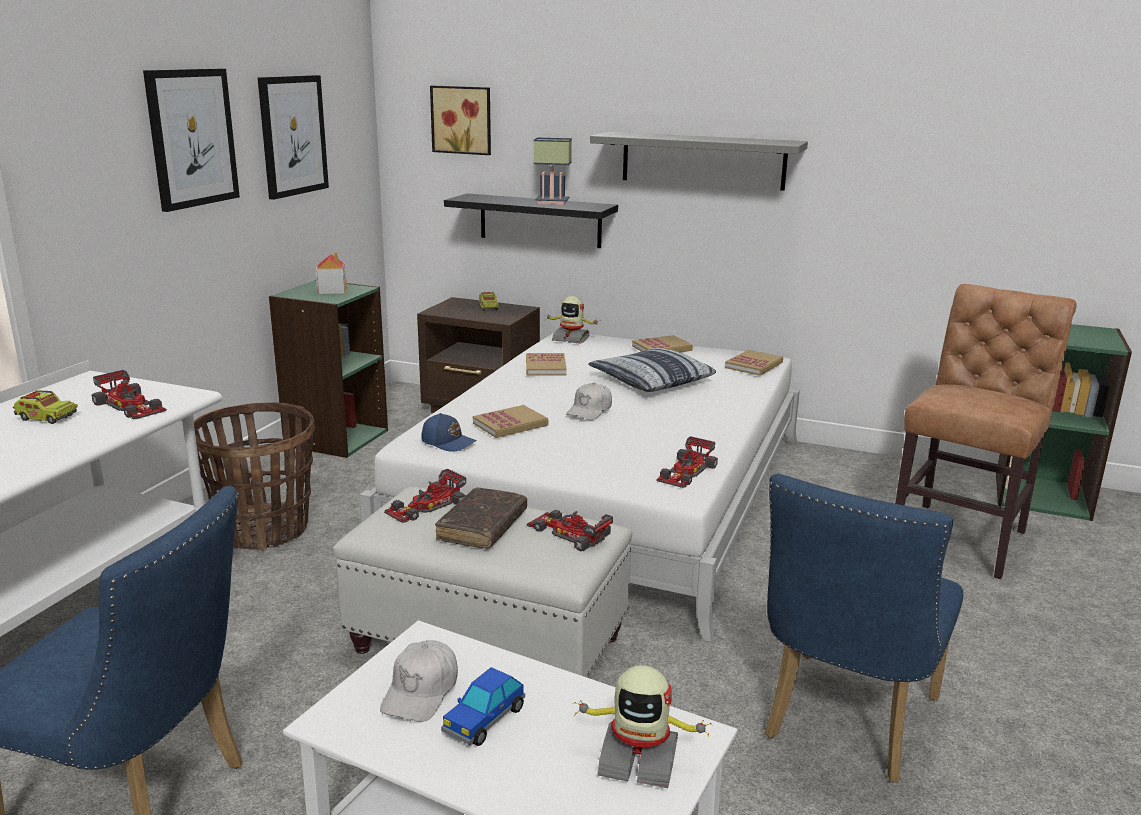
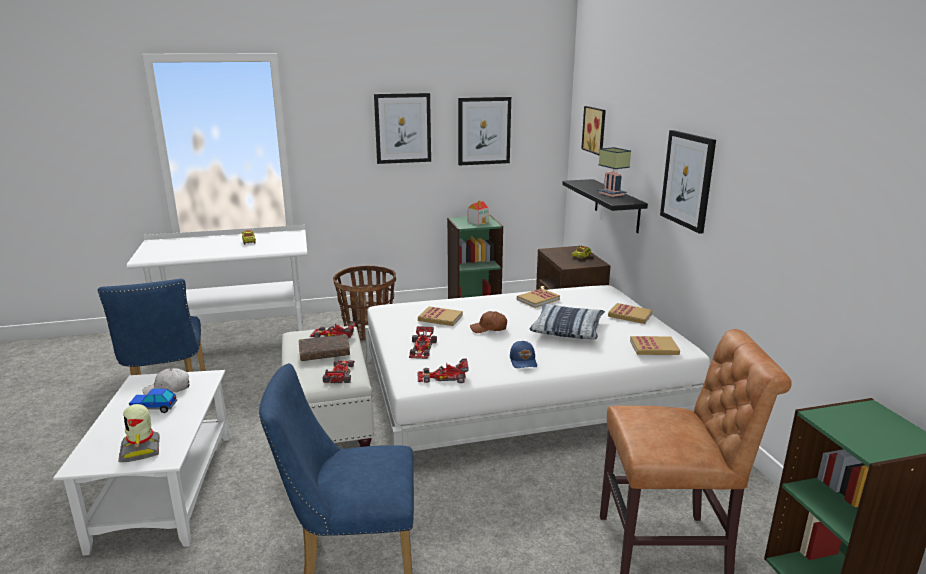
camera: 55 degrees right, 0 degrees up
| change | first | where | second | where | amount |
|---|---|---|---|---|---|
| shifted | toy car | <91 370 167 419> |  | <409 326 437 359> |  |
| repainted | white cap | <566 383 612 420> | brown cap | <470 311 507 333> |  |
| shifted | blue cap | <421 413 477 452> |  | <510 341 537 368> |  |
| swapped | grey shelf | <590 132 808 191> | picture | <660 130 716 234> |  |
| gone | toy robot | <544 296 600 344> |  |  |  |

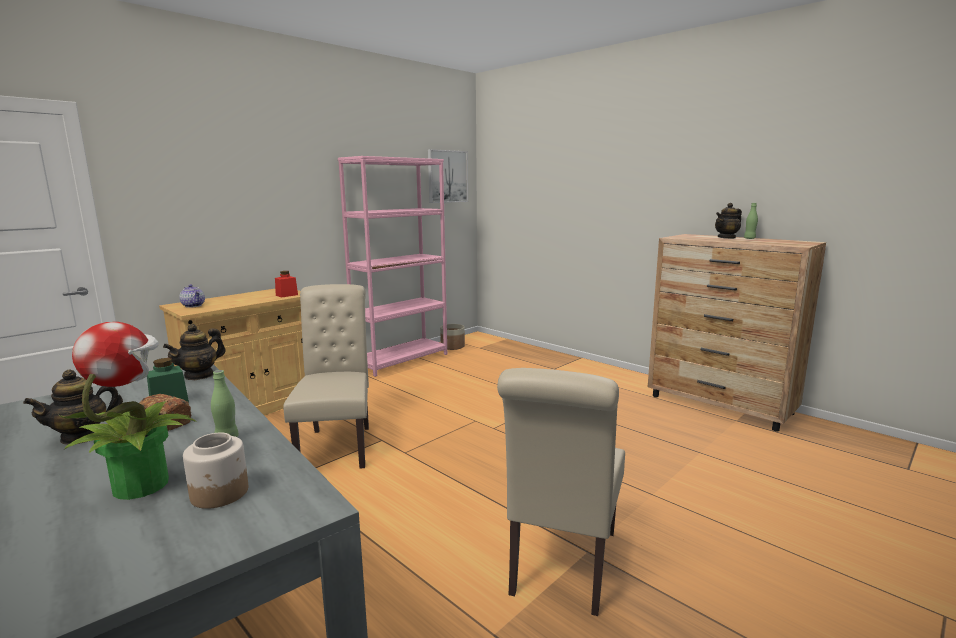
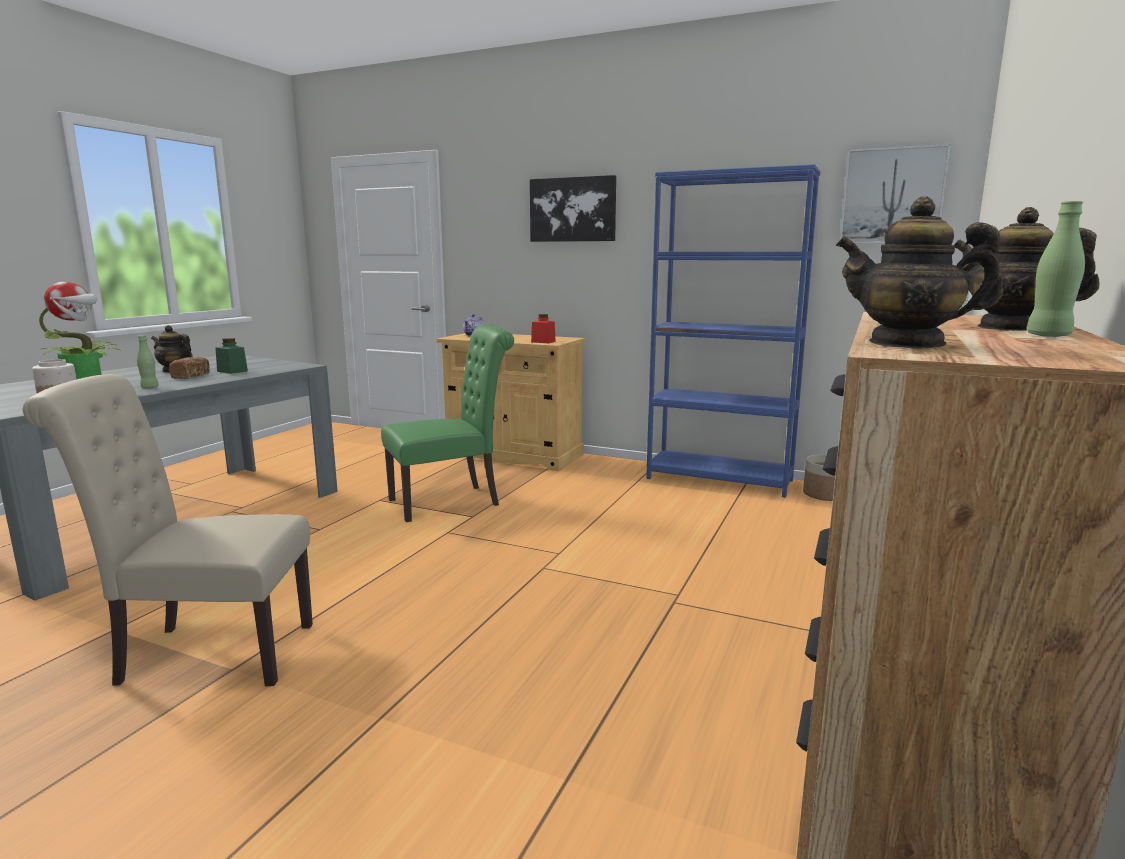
camera: 70 degrees right, 0 degrees up
| change | first | where | second | where | amount |
|---|---|---|---|---|---|
| repainted | beige chair | <283 284 369 469> | green chair | <381 325 514 522> |  |
| new |  |  | picture | <530 175 616 242> |  |
| repainted | pink bookcase | <338 156 447 377> | blue bookcase | <646 164 820 497> |  |
| shifted | teapot | <163 324 226 380> |  | <836 196 1003 348> |  |

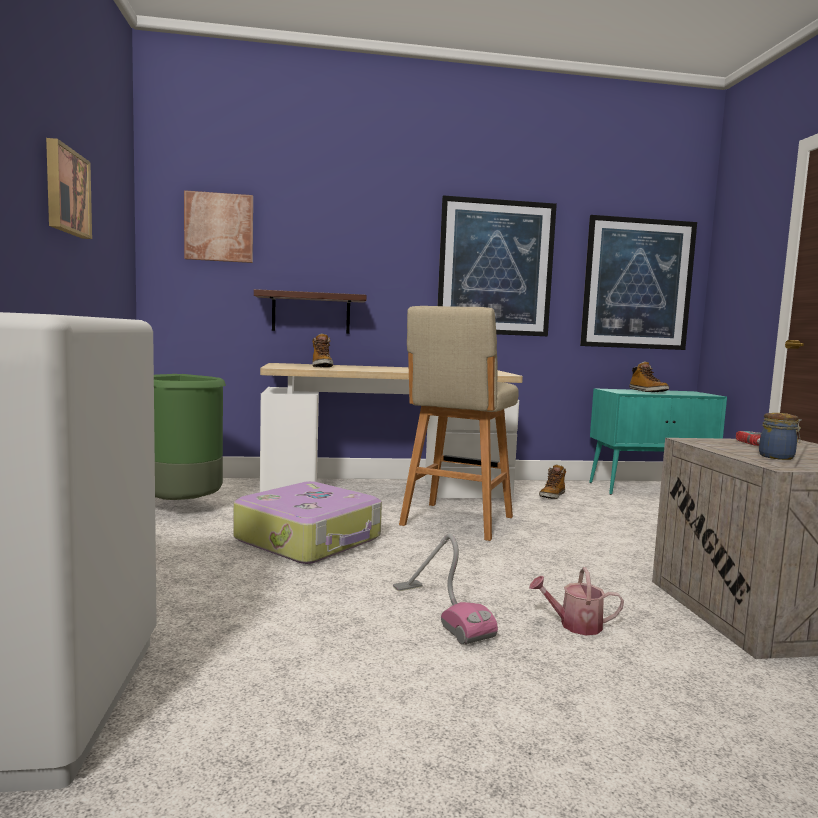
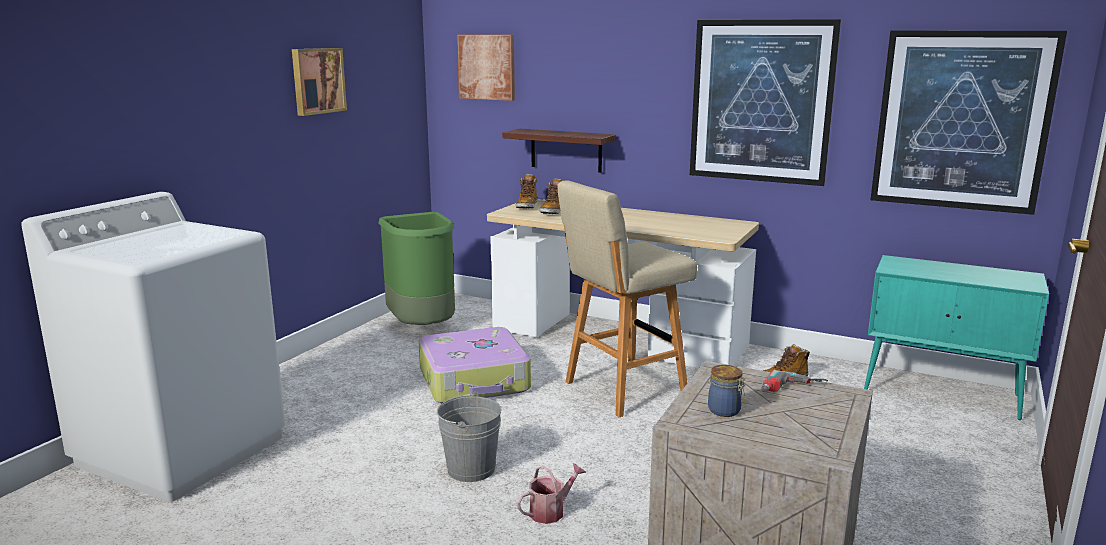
camera: 35 degrees right, 10 degrees up
| change | first | where | second | where | amount |
|---|---|---|---|---|---|
| swapped | vacuum cleaner | <393 533 498 644> | grey bucket | <437 392 501 482> |  |
| shifted | boot | <629 361 669 392> |  | <516 174 537 209> |  |
| rotated | watering can | <529 567 624 635> |  | <517 463 586 524> | 105 degrees clockwise |

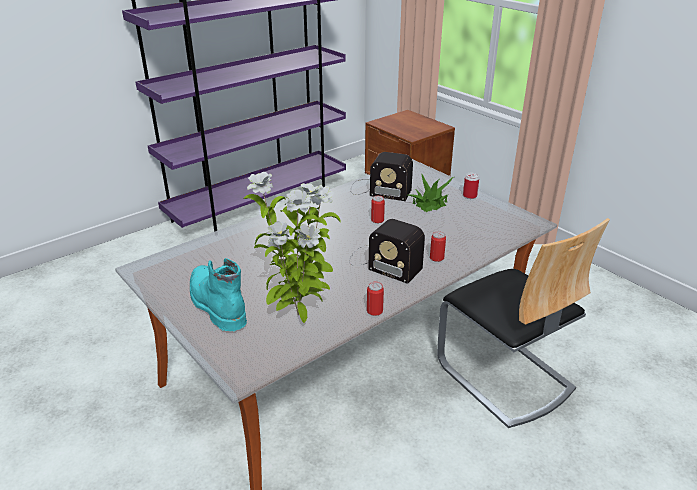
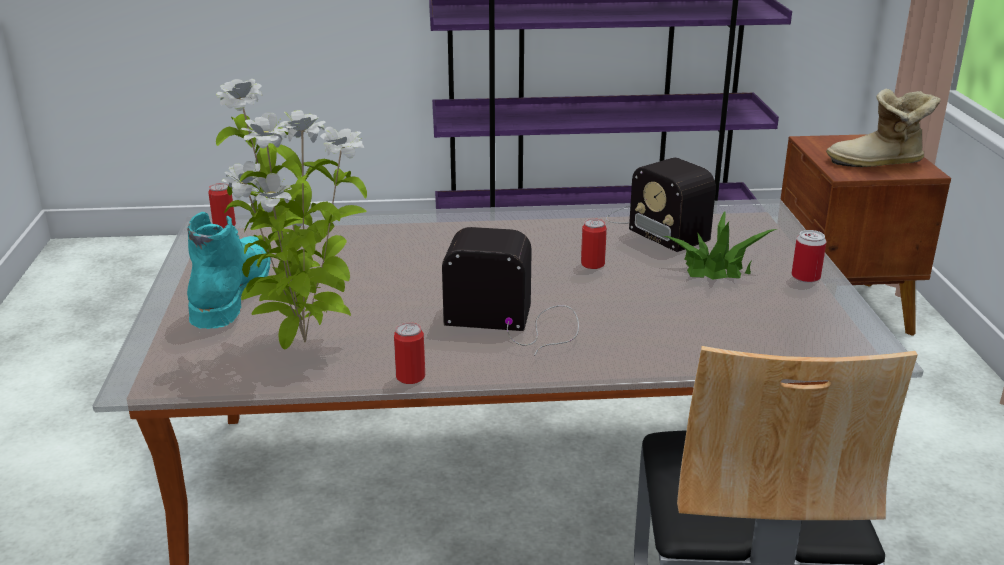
camera: 35 degrees right, 5 degrees down
| change | first | where | second | where | amount |
|---|---|---|---|---|---|
| shifted | can | <430 231 446 262> |  | <208 183 236 229> |  |
| rotated | radio | <349 219 425 284> |  | <442 227 579 356> | 120 degrees clockwise |
| new |  |  | boot | <826 89 941 167> |  |

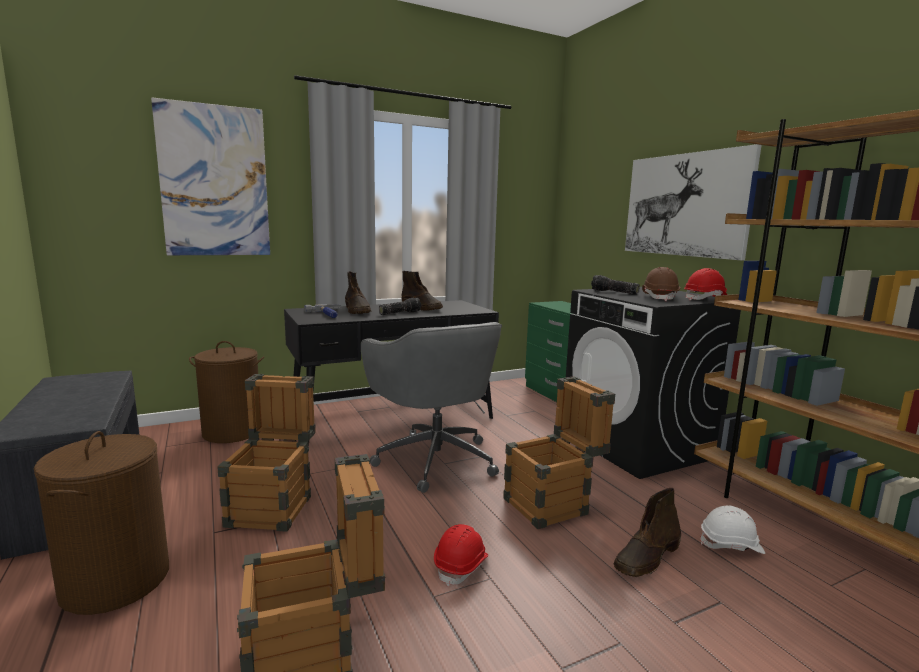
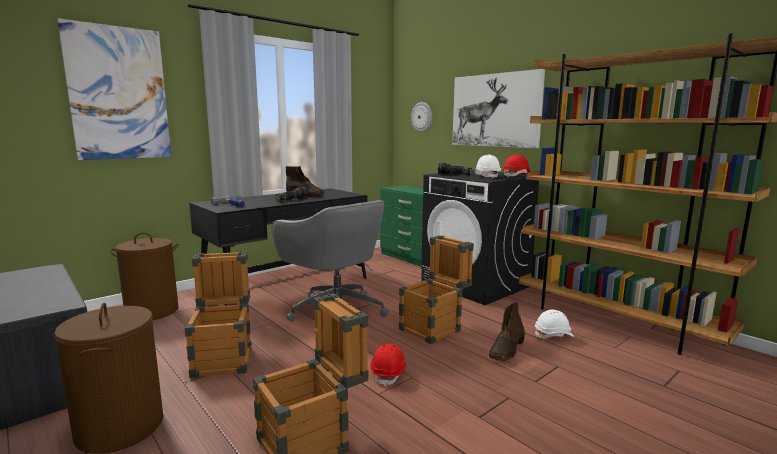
camera: 15 degrees left, 0 degrees up
| change | first | where | second | where | amount |
|---|---|---|---|---|---|
| new |  |  | wall clock | <411 102 432 132> |  |
| repainted | brown hard hat | <642 267 680 301> | white hard hat | <475 155 501 178> |  |
| gone | brown boot | <345 271 372 314> |  |  |  |

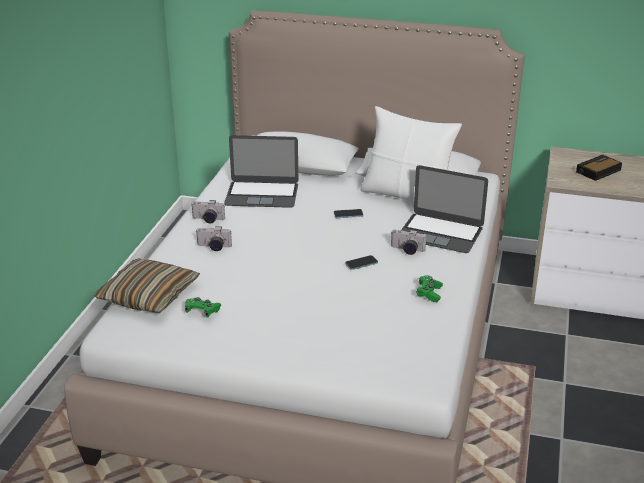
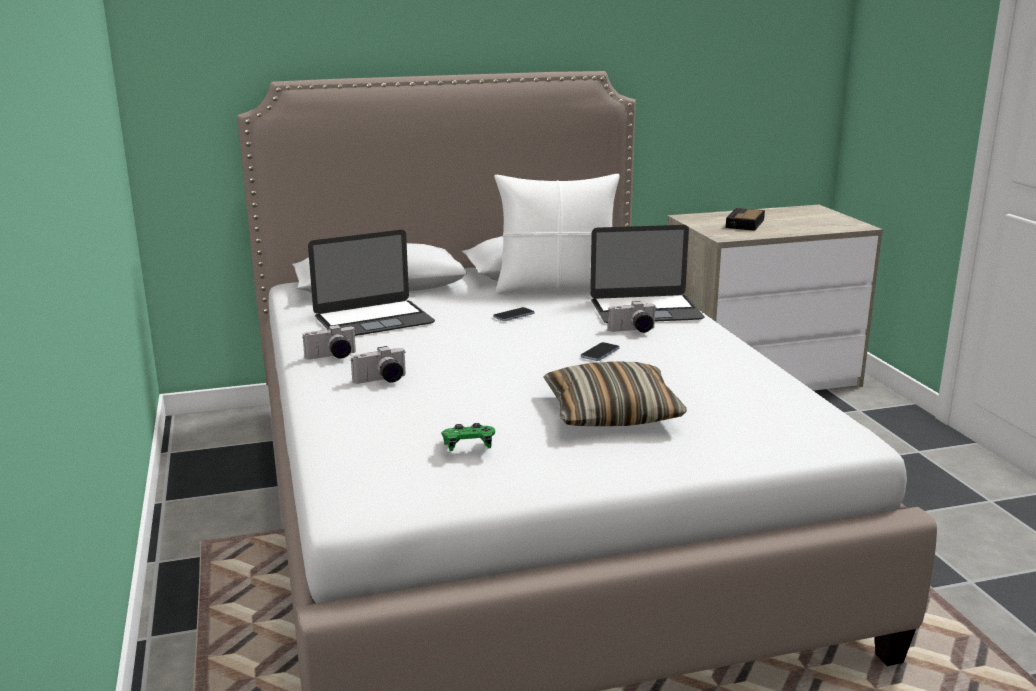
camera: 30 degrees left, 10 degrees down
| change | first | where | second | where | amount |
|---|---|---|---|---|---|
| shifted | pillow | <94 258 200 313> |  | <543 361 687 426> |  |
| gone | green game controller | <416 275 443 302> |  |  |  |

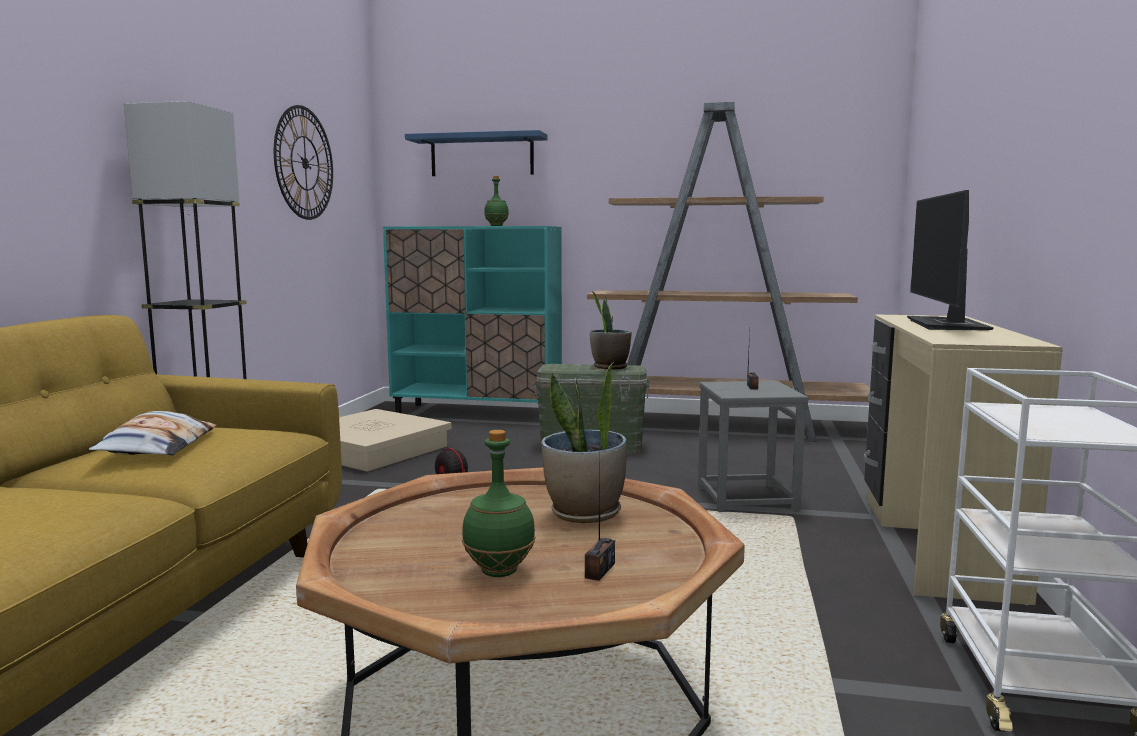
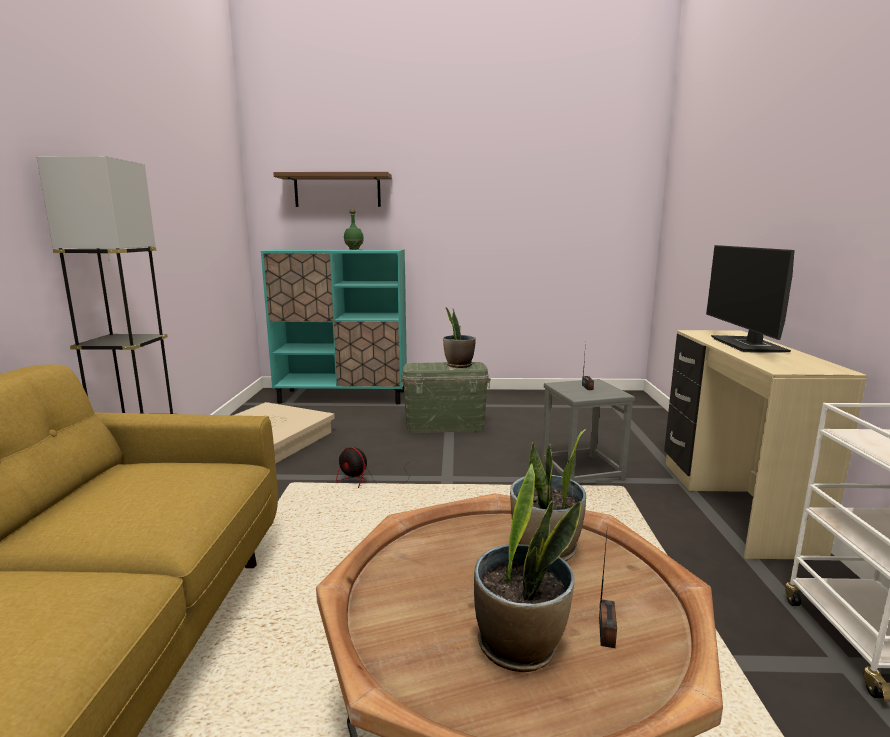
camera: 10 degrees left, 5 degrees up
| change | first | where | second | where | amount |
|---|---|---|---|---|---|
| repainted | blue shelf | <405 130 548 176> | brown shelf | <273 172 391 207> |  |
| swapped | green bottle | <462 430 536 577> | potted plant | <474 463 581 672> |  |
| gone | pillow | <89 411 217 456> |  |  |  |
| gone | wall clock | <274 105 333 220> |  |  |  |
| gone | brown bookcase | <587 102 870 442> |  |  |  |

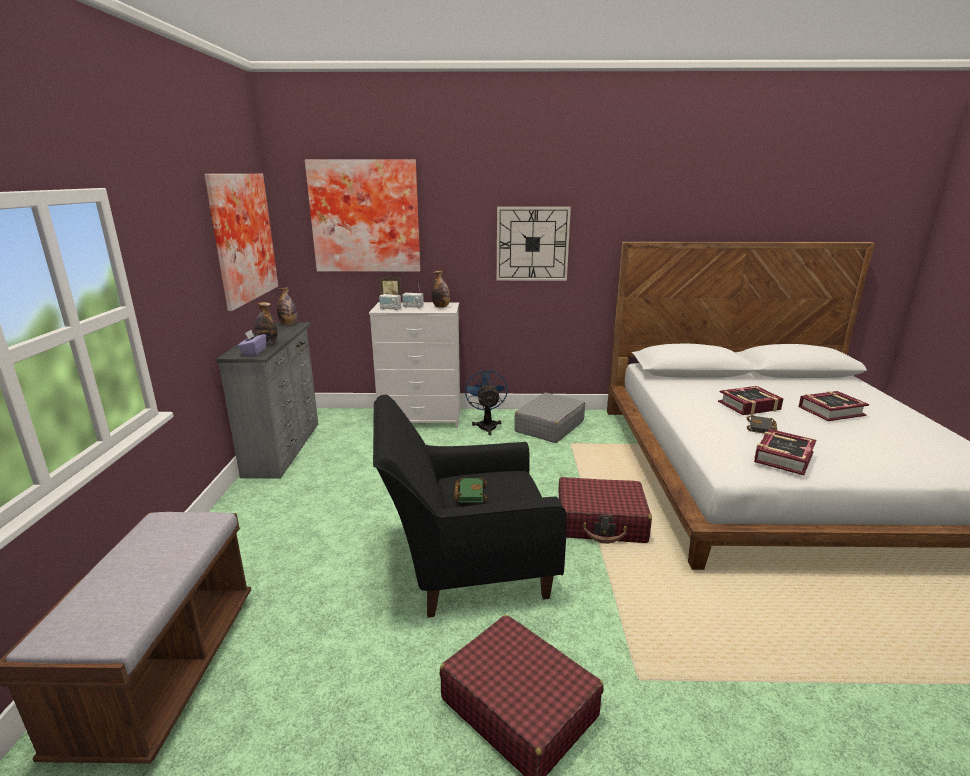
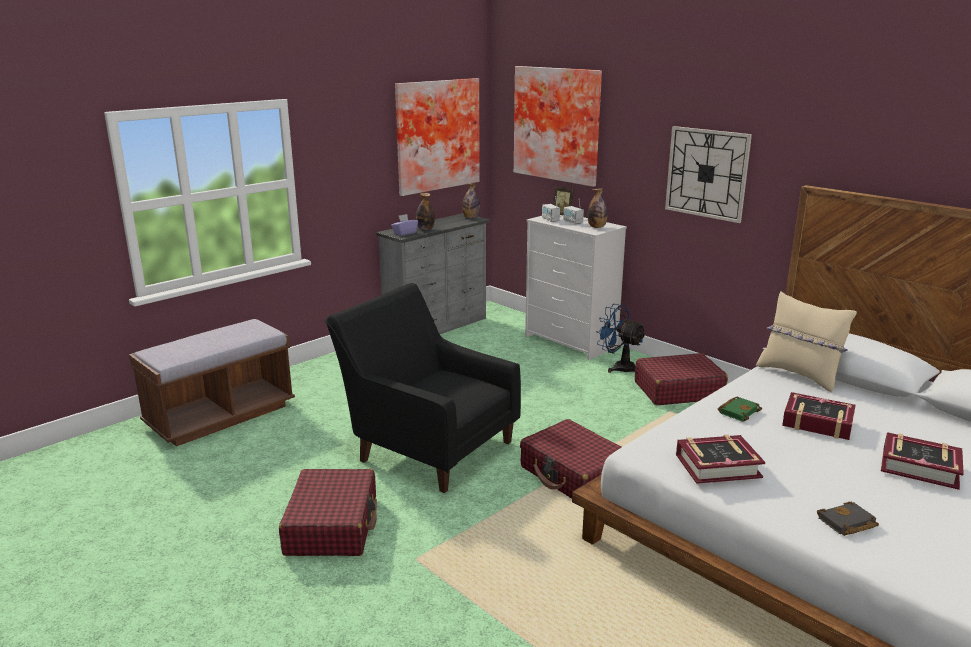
camera: 45 degrees right, 0 degrees up
| change | first | where | second | where | amount |
|---|---|---|---|---|---|
| rotated | blue fan | <465 369 508 435> |  | <596 304 646 373> | 90 degrees counterclockwise |
| repainted | grey suitcase | <514 392 585 443> | red suitcase | <635 353 728 405> |  |
| shifted | green book | <454 478 487 502> |  | <718 396 762 422> |  |
| new |  |  | beige pillow | <756 291 857 392> |  |
| shifted | black book | <747 415 777 434> |  | <817 501 879 536> |  |

